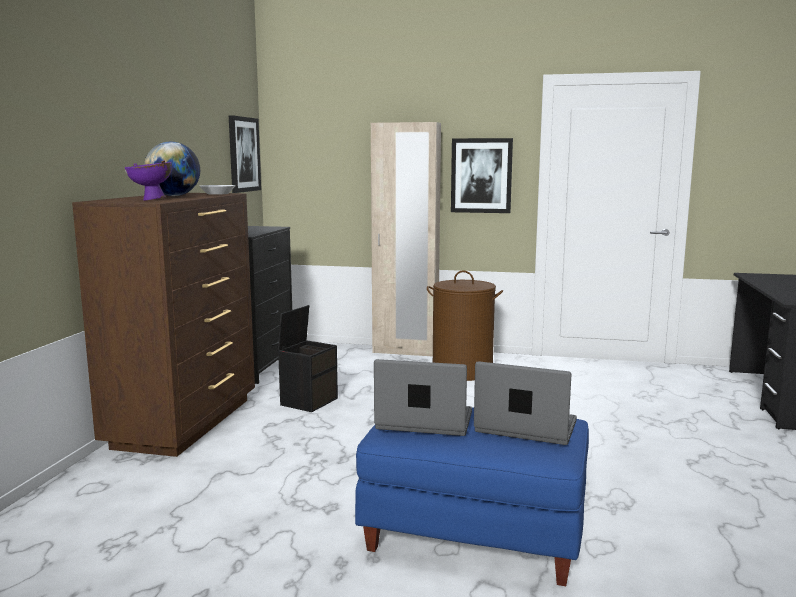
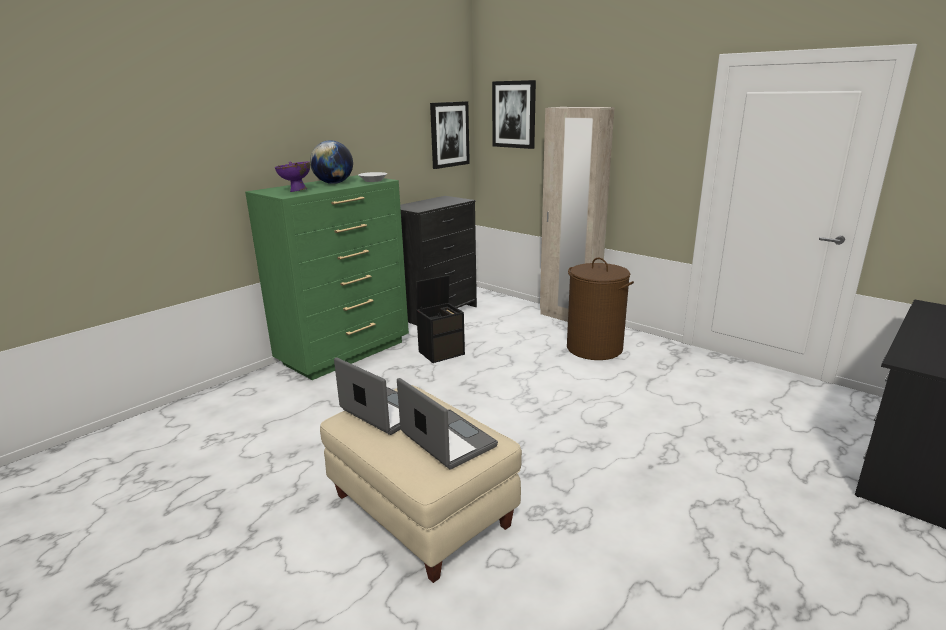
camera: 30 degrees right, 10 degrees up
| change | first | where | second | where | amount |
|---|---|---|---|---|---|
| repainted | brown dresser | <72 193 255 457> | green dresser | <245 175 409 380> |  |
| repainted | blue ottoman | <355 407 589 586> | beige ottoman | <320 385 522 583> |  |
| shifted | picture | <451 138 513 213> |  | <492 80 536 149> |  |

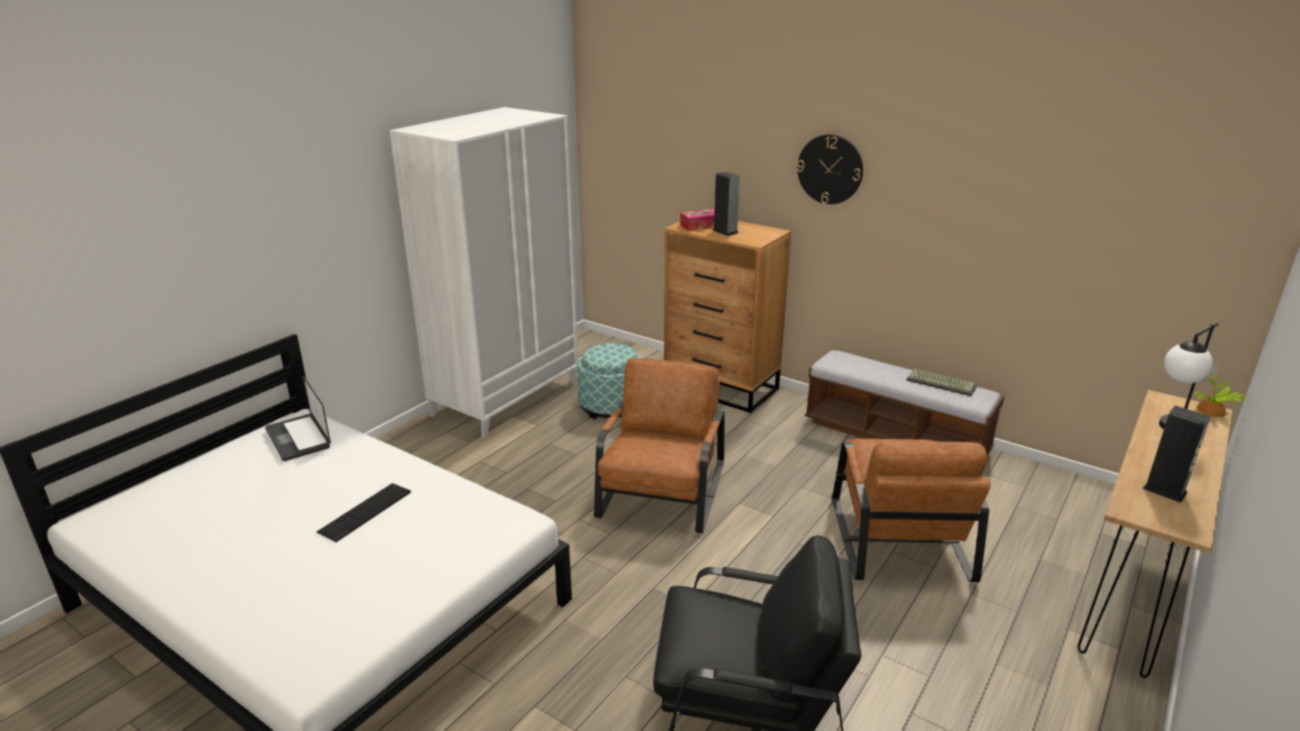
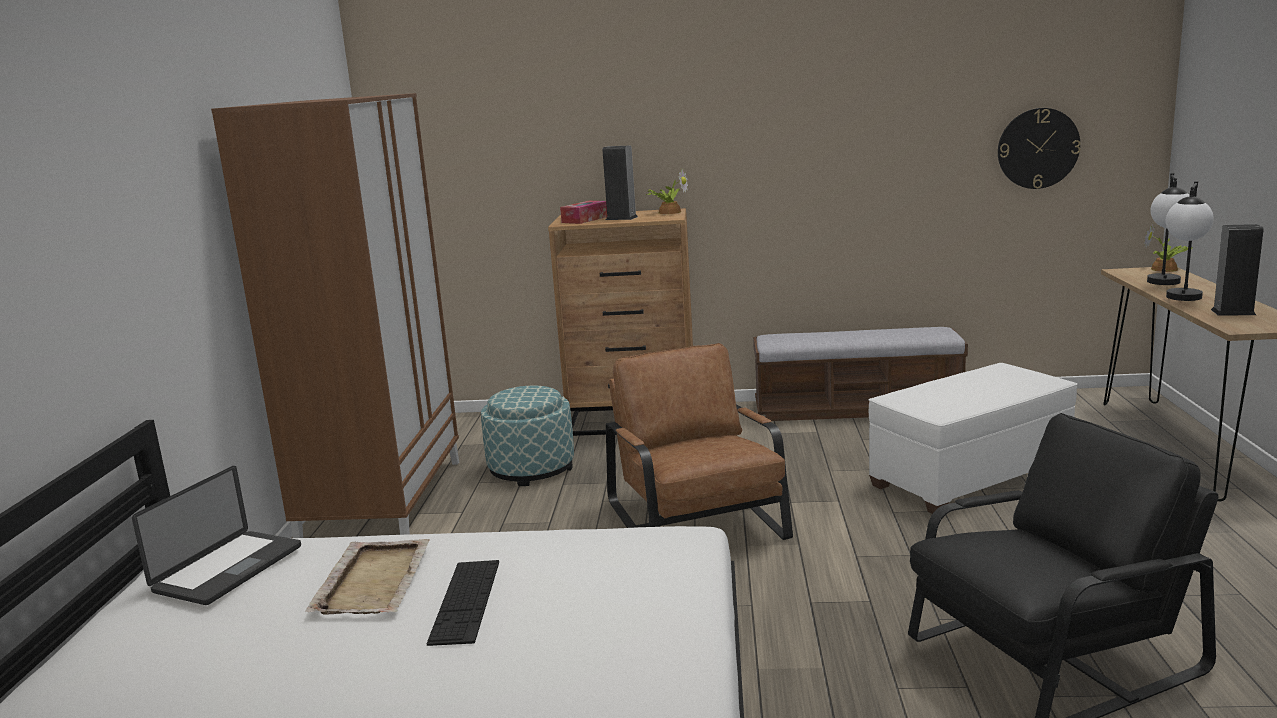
camera: 30 degrees left, 10 degrees down
| change | first | where | second | where | amount |
|---|---|---|---|---|---|
| rotated | laptop | <265 376 331 461> |  | <132 466 301 605> | 90 degrees counterclockwise |
| repainted | white wardrobe | <389 107 578 439> | brown wardrobe | <211 93 459 538> |  |
| new |  |  | beige tray | <306 539 430 615> |  |
| new |  |  | potted plant | <646 170 688 214> |  |
| swapped | brown armchair | <832 439 991 582> | white ottoman | <869 363 1078 514> |  |
| shifted | wall clock | <797 134 863 204> |  | <998 108 1081 189> |  |
| new |  |  | table lamp | <1166 181 1214 301> |  |
| gone | keyboard | <906 369 977 396> |  |  |  |

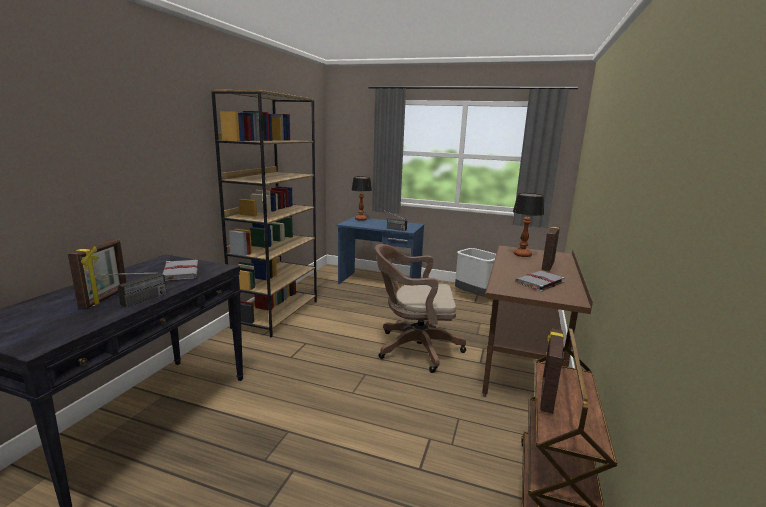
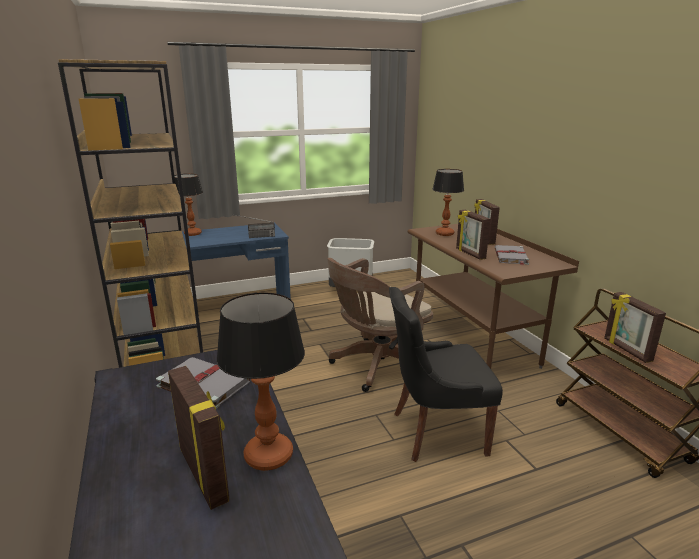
camera: 40 degrees left, 5 degrees up
| change | first | where | second | where | amount |
|---|---|---|---|---|---|
| swapped | radio | <89 272 167 307> | table lamp | <216 292 305 471> |  |
| new |  |  | black chair | <389 287 503 462> |  |
| new |  |  | picture frame | <456 210 490 260> |  |

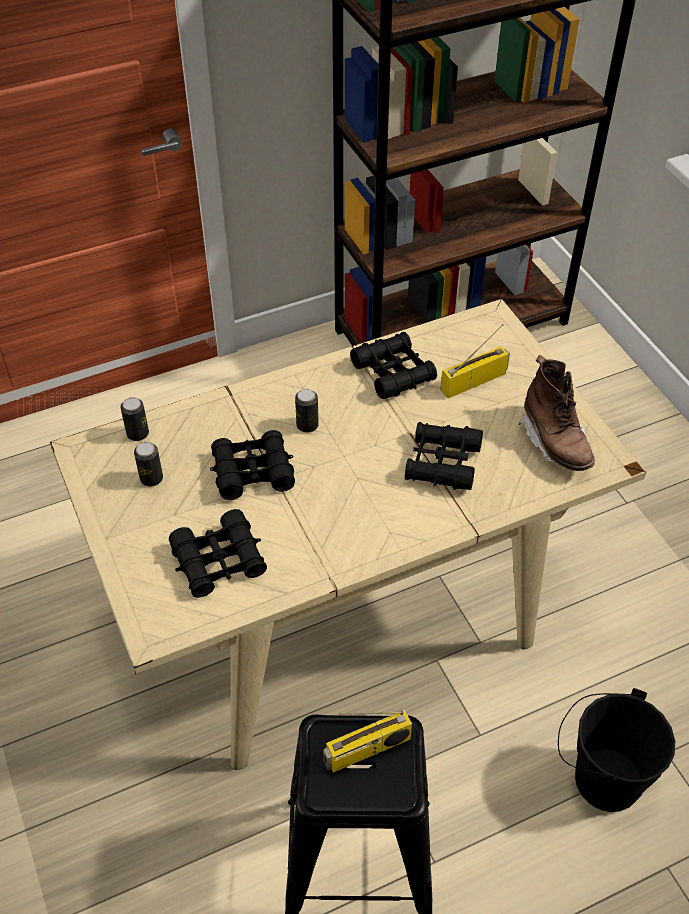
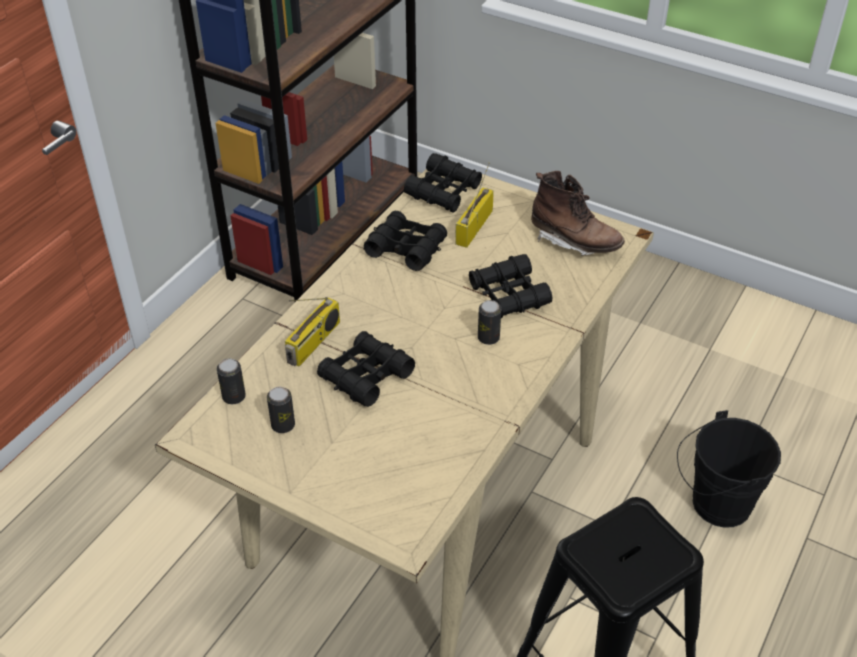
camera: 35 degrees left, 5 degrees down
| change | first | where | second | where | amount |
|---|---|---|---|---|---|
| shifted | radio | <323 710 412 773> |  | <285 297 340 366> |  |
| shifted | black binoculars | <169 509 267 598> |  | <404 153 482 213> |  |
| shifted | can | <295 389 319 432> |  | <478 300 501 345> |  |

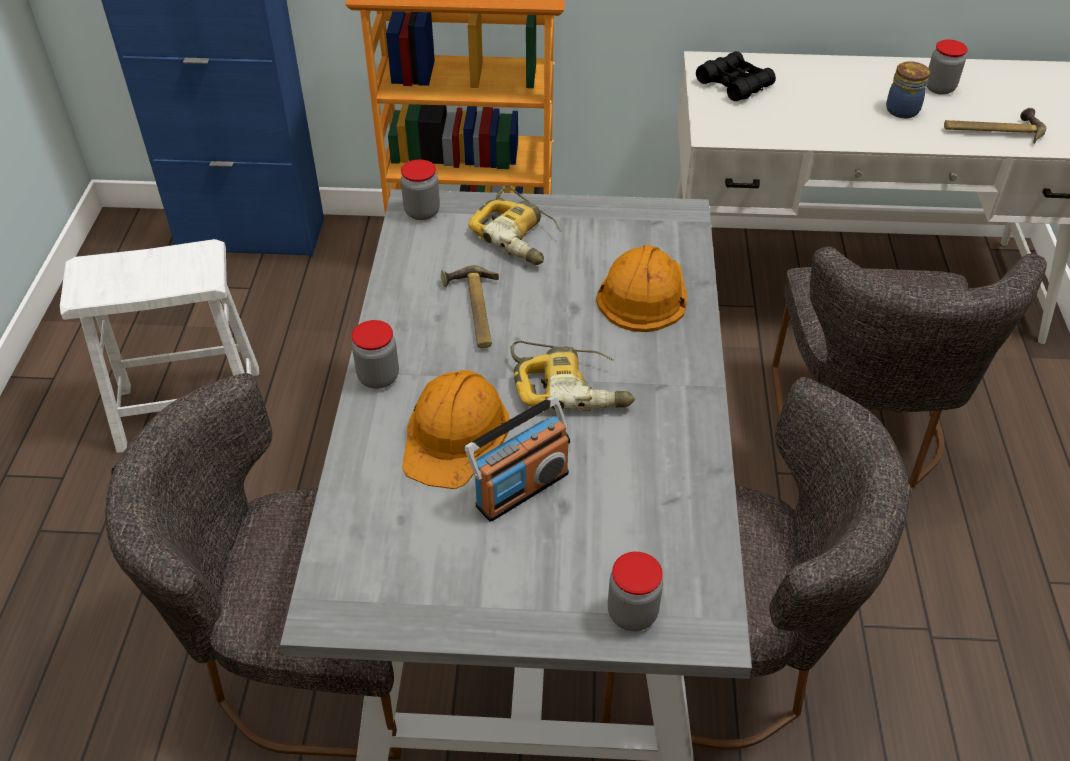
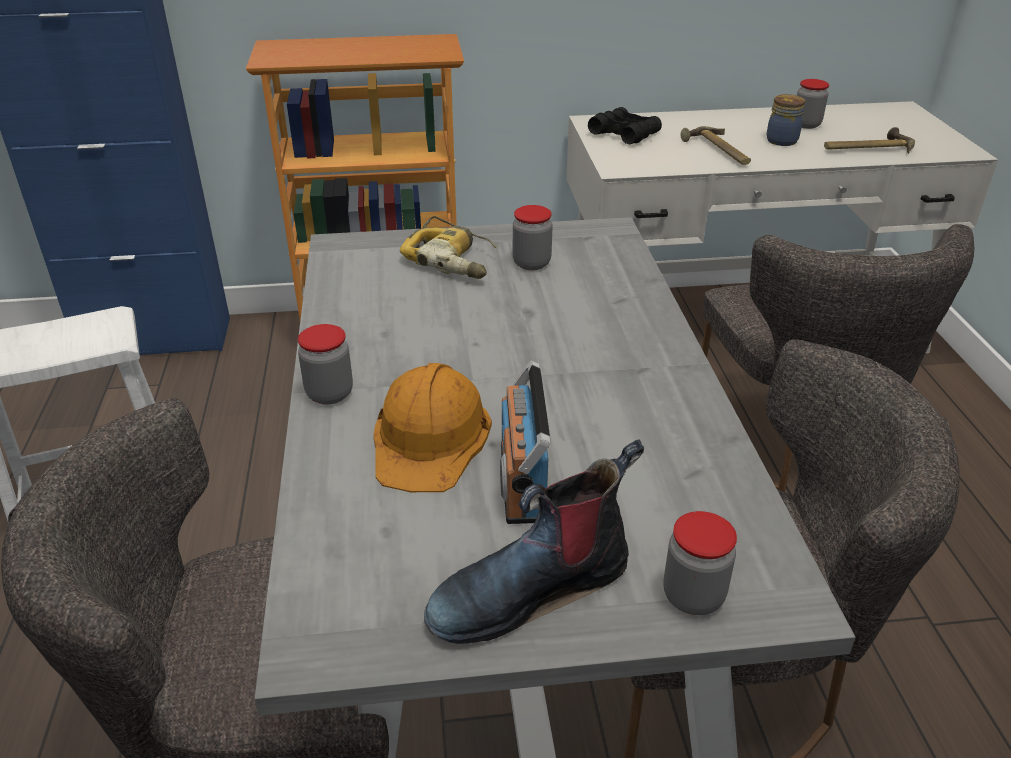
camera: 10 degrees left, 10 degrees down
| change | first | where | second | where | amount |
|---|---|---|---|---|---|
| new |  |  | boot | <424 440 644 644> |  |
| rotated | radio | <465 396 570 522> |  | <500 361 551 524> | 135 degrees clockwise |
| shifted | jar | <401 160 440 220> |  | <513 205 553 270> |  |
| shifted | hammer | <441 265 499 348> |  | <680 126 751 165> |  |
| gone | power drill | <511 341 635 411> |  |  |  |
| gone | orange hard hat | <596 245 687 332> |  |  |  |

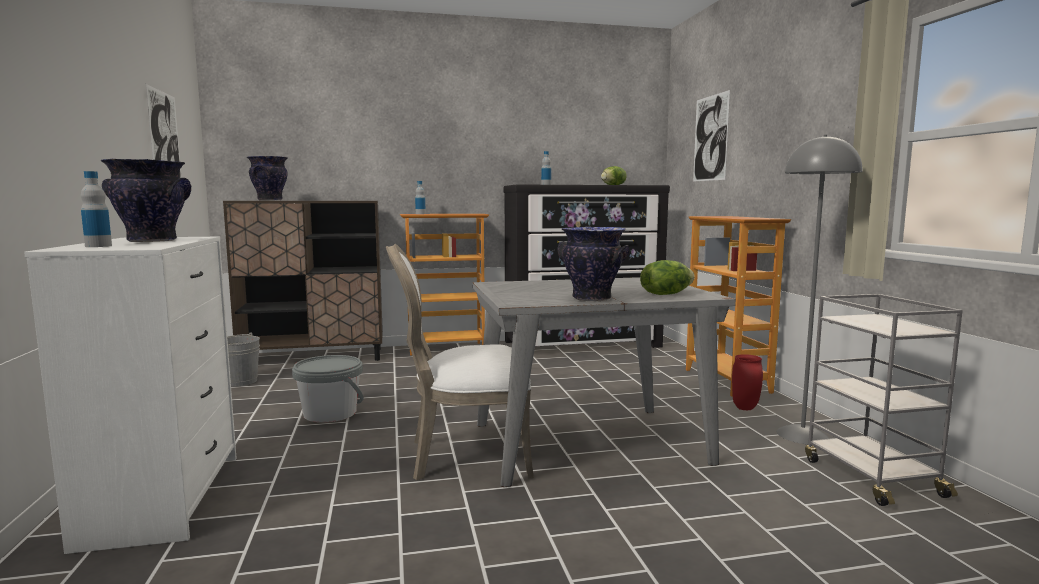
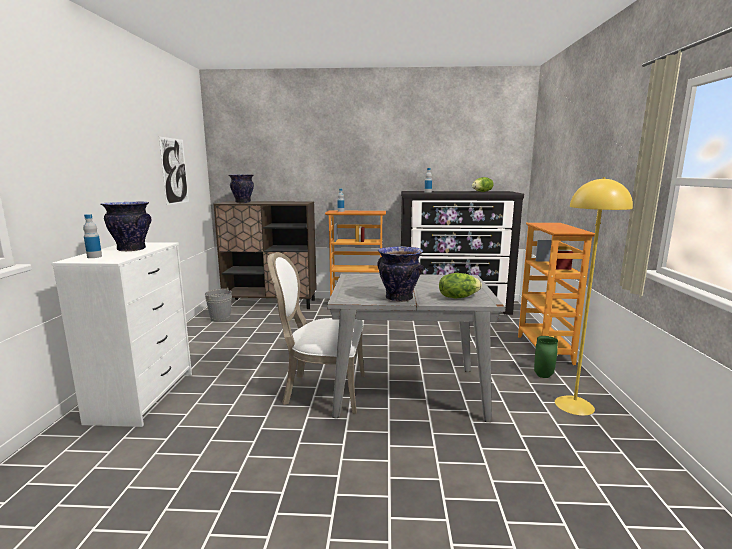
camera: 15 degrees right, 5 degrees up
| change | first | where | second | where | amount |
|---|---|---|---|---|---|
| repainted | red vase | <732 354 763 410> | green vase | <534 336 558 378> |  |
| repainted | grey floor lamp | <776 135 862 444> | yellow floor lamp | <555 177 633 416> |  |
| gone | grey bucket | <292 355 364 423> |  |  |  |
| gone | picture | <693 90 730 182> |  |  |  |
| gone | grey cart | <805 294 963 506> |  |  |  |

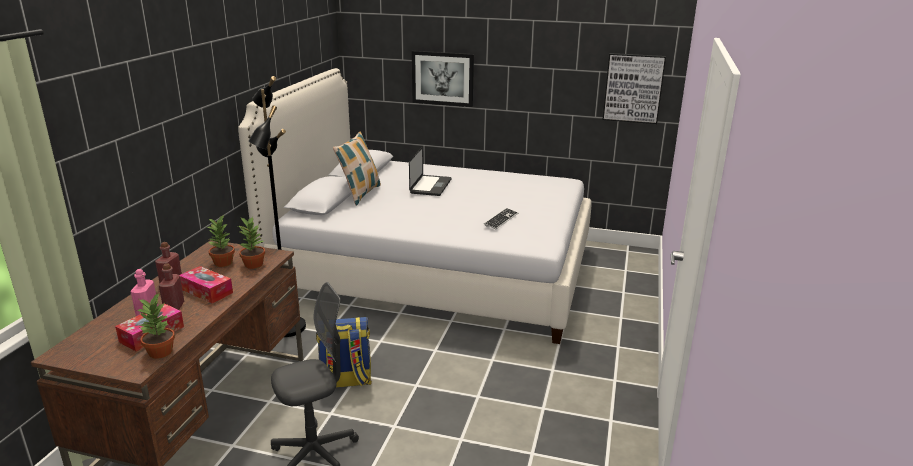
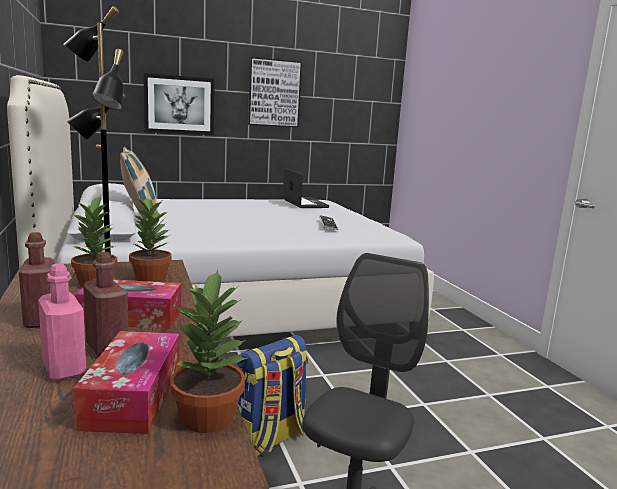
camera: 35 degrees left, 10 degrees down
| change | first | where | second | where | amount |
|---|---|---|---|---|---|
| shifted | picture | <603 53 666 124> |  | <248 57 302 127> |  |
| shifted | laptop | <409 147 452 196> |  | <283 168 329 208> |  |

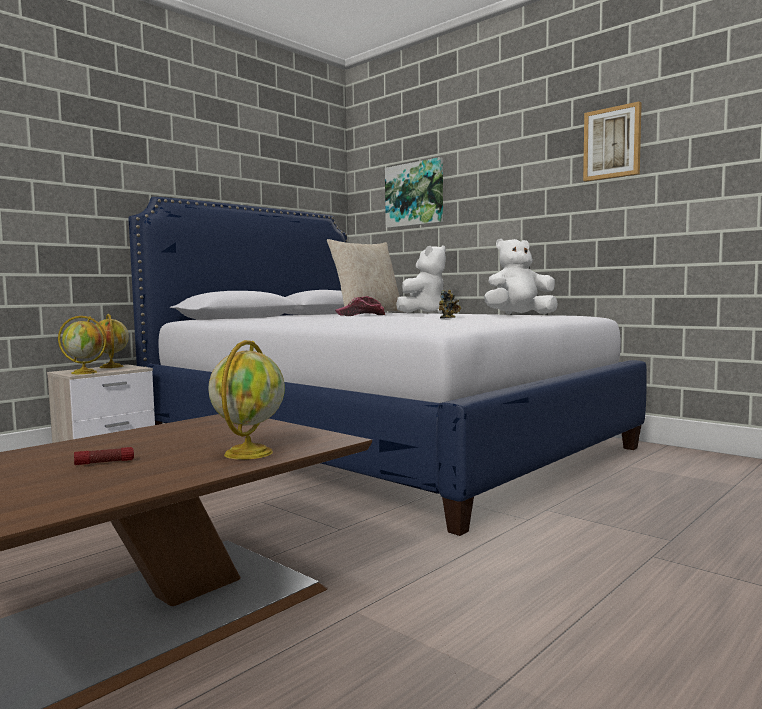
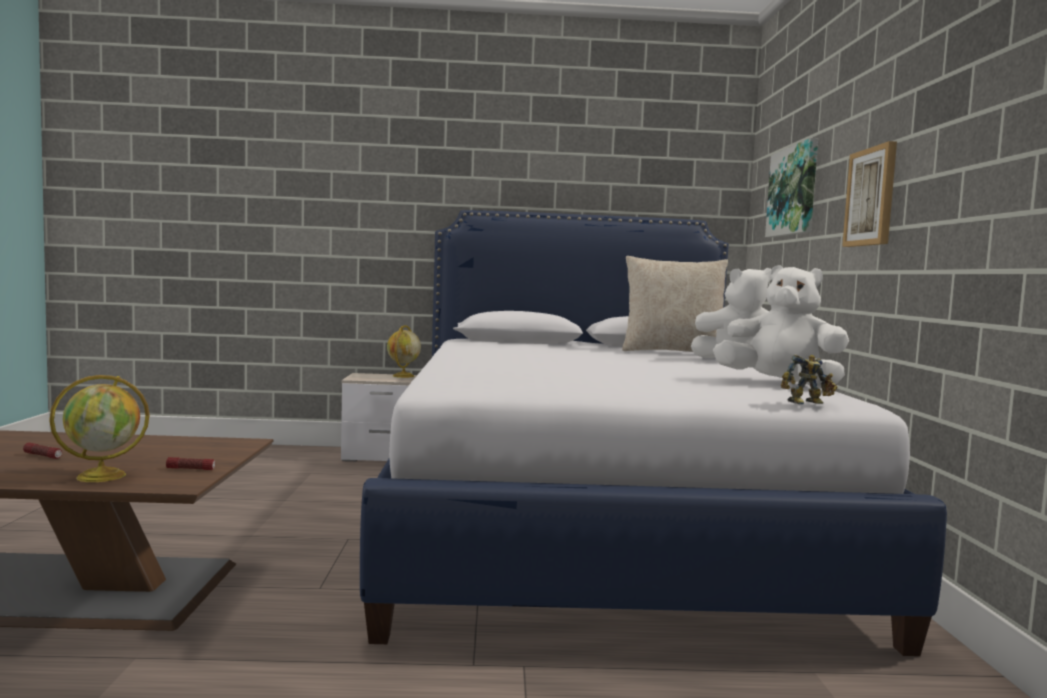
camera: 45 degrees right, 0 degrees up
| change | first | where | second | where | amount |
|---|---|---|---|---|---|
| new |  |  | flashlight | <166 457 215 470> |  |
| shifted | toy robot | <439 290 461 318> |  | <781 355 837 404> |  |
| shifted | picture | <583 101 642 182> |  | <842 141 897 247> |  |
| gone | globe | <58 316 107 374> |  |  |  |
| gone | cap | <335 296 385 316> |  |  |  |

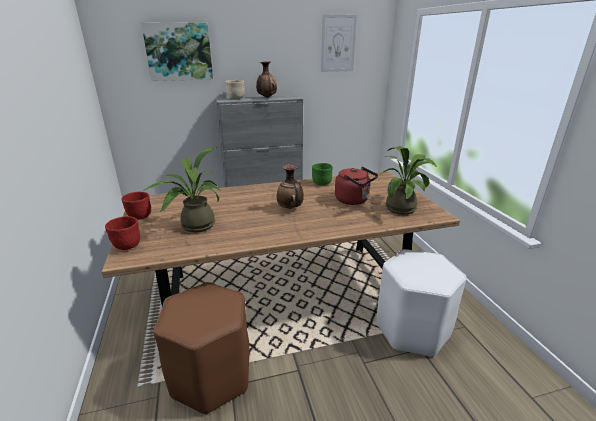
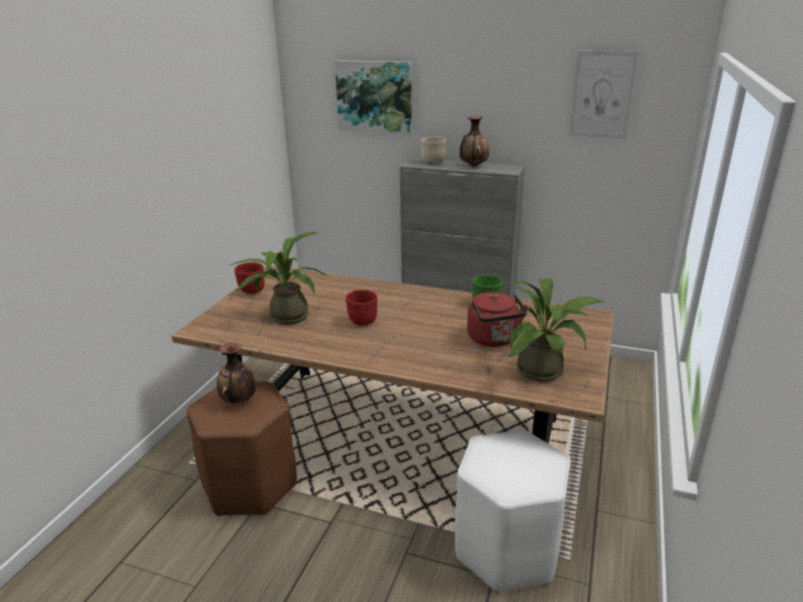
camera: 35 degrees right, 0 degrees up
| change | first | where | second | where | amount |
|---|---|---|---|---|---|
| shifted | vase | <277 165 304 209> |  | <217 343 256 403> |  |
| shifted | red bowl | <105 216 140 250> |  | <346 290 377 326> |  |

